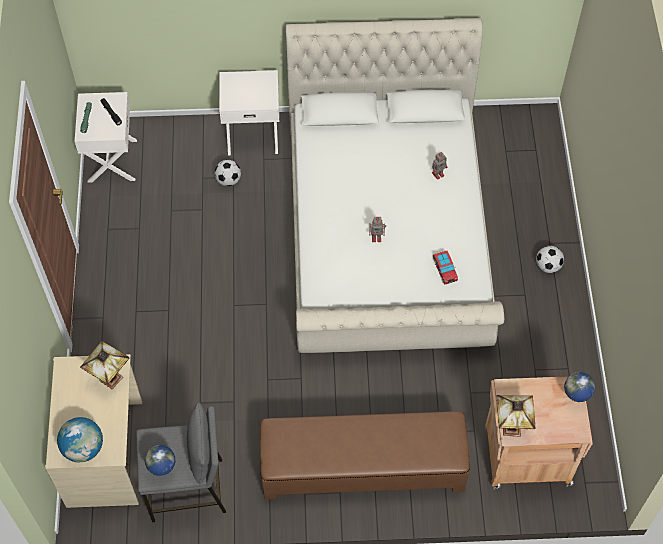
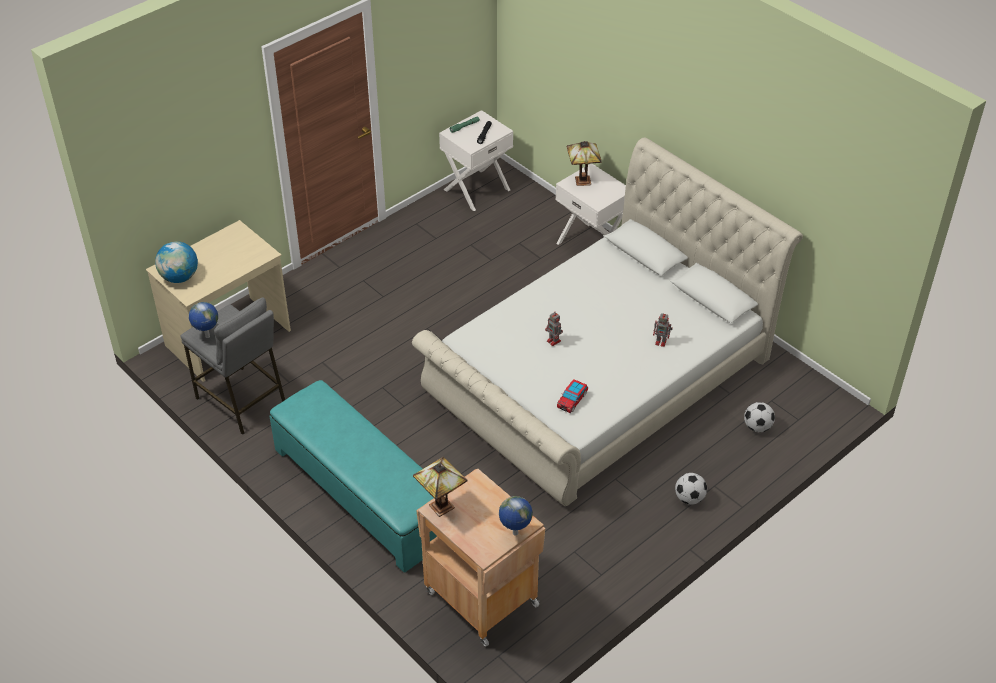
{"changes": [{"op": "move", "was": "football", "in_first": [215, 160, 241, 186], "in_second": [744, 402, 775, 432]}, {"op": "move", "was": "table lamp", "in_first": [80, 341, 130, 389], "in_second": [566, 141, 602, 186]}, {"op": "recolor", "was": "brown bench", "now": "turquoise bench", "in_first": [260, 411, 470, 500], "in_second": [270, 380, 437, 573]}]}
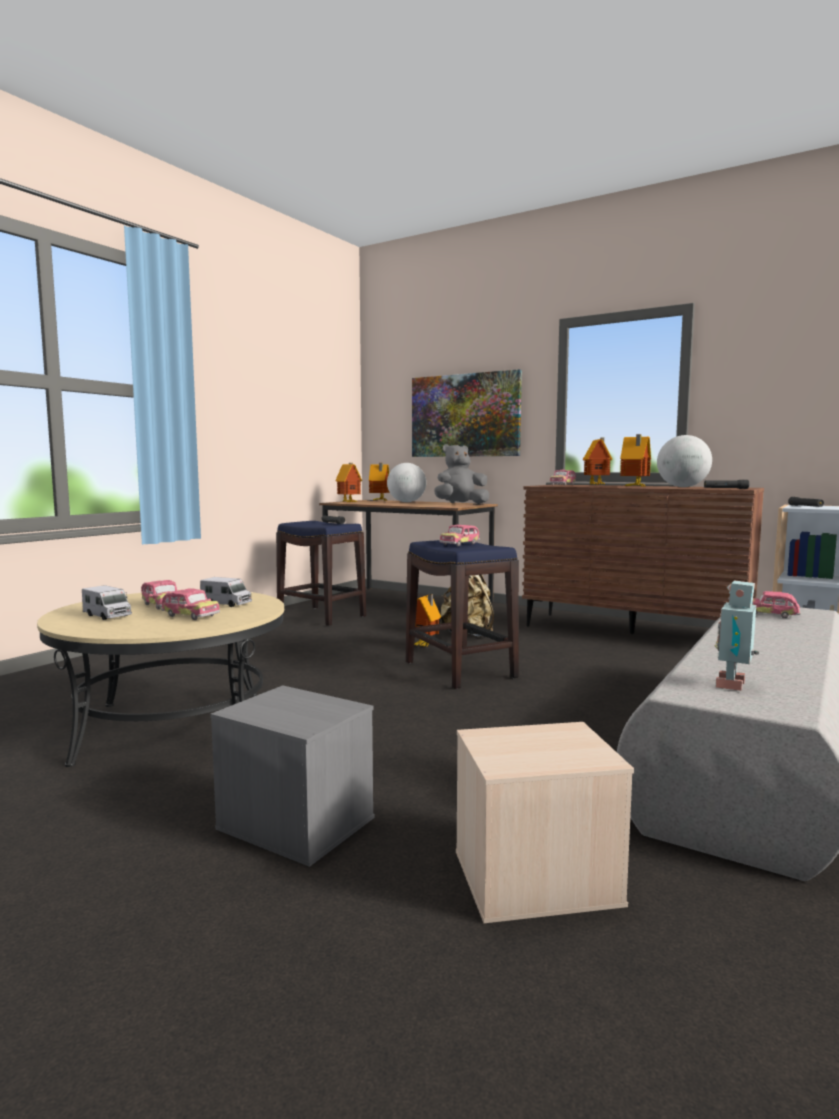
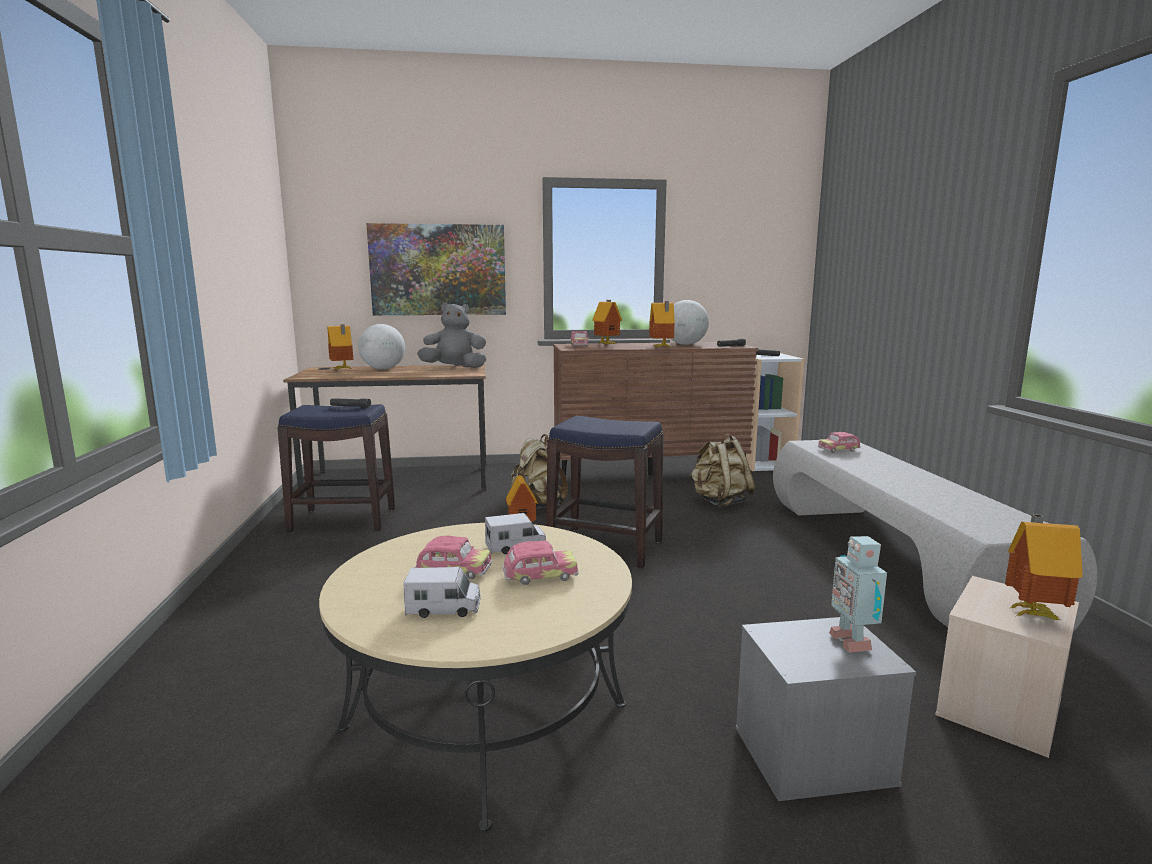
{"changes": [{"op": "rotate", "was": "grey plush toy", "in_first": [434, 444, 489, 504], "in_second": [417, 303, 486, 368], "clockwise": 60}, {"op": "move", "was": "toy house", "in_first": [335, 463, 362, 502], "in_second": [1005, 514, 1083, 620]}, {"op": "delete", "was": "toy car", "in_first": [440, 525, 480, 546]}, {"op": "move", "was": "toy robot", "in_first": [714, 580, 759, 691], "in_second": [829, 536, 887, 653]}, {"op": "insert", "now": "beige backpack", "in_second": [690, 434, 755, 507]}]}
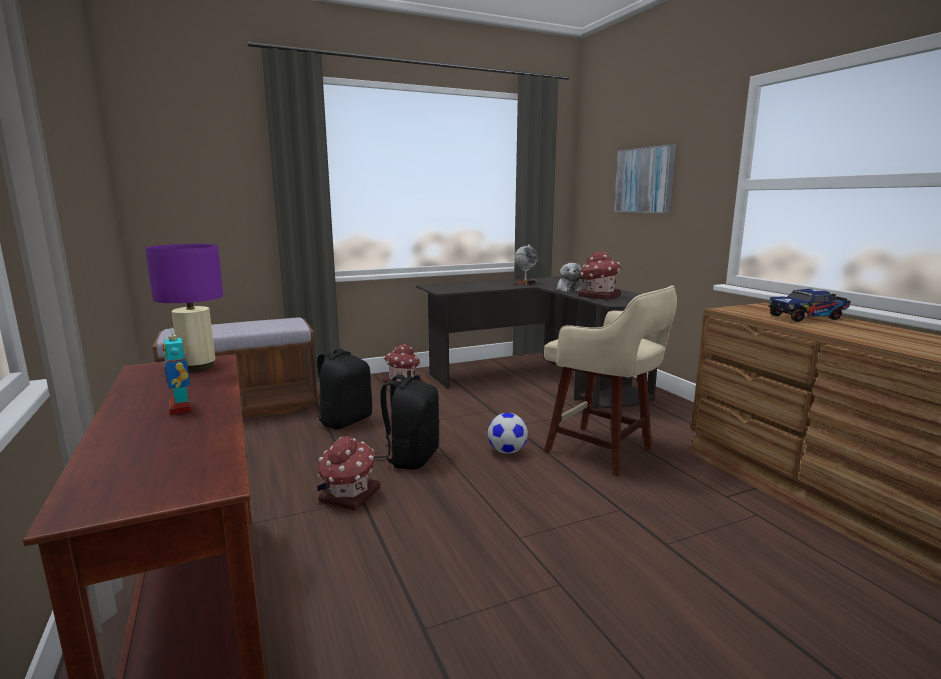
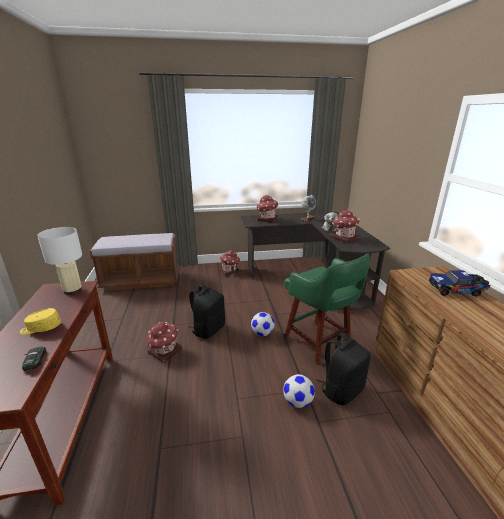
{"changes": [{"op": "delete", "was": "picture", "in_first": [614, 144, 676, 213]}, {"op": "recolor", "was": "purple table lamp", "now": "white table lamp", "in_first": [145, 244, 223, 372], "in_second": [37, 227, 82, 295]}, {"op": "recolor", "was": "beige stool", "now": "green stool", "in_first": [544, 286, 677, 476], "in_second": [284, 253, 370, 364]}, {"op": "replace", "was": "toy robot", "now": "yellow cap", "in_first": [163, 327, 191, 415], "in_second": [20, 308, 61, 335]}, {"op": "move", "was": "black backpack", "in_first": [316, 349, 372, 429], "in_second": [317, 333, 371, 405]}, {"op": "insert", "now": "toy house", "in_second": [256, 195, 279, 223]}, {"op": "insert", "now": "toy car", "in_second": [22, 347, 46, 371]}, {"op": "insert", "now": "football", "in_second": [283, 374, 315, 408]}]}
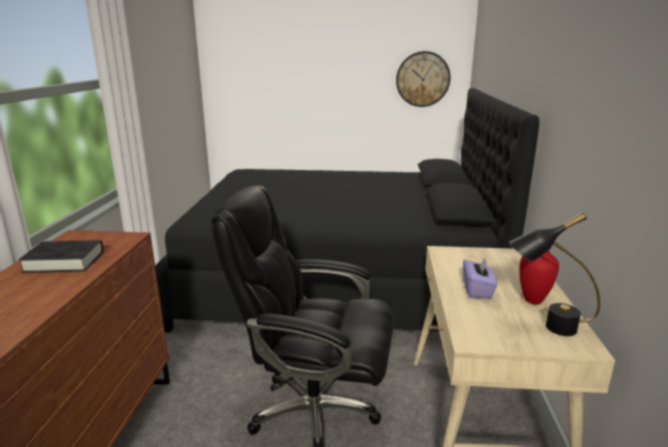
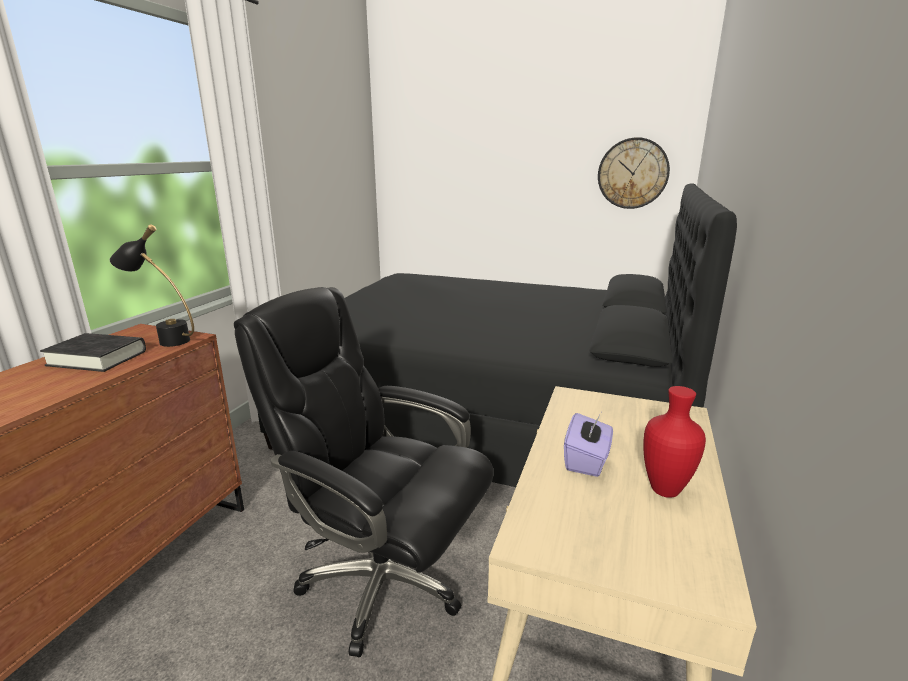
{"changes": [{"op": "move", "was": "black table lamp", "in_first": [509, 212, 600, 336], "in_second": [110, 224, 194, 347]}]}
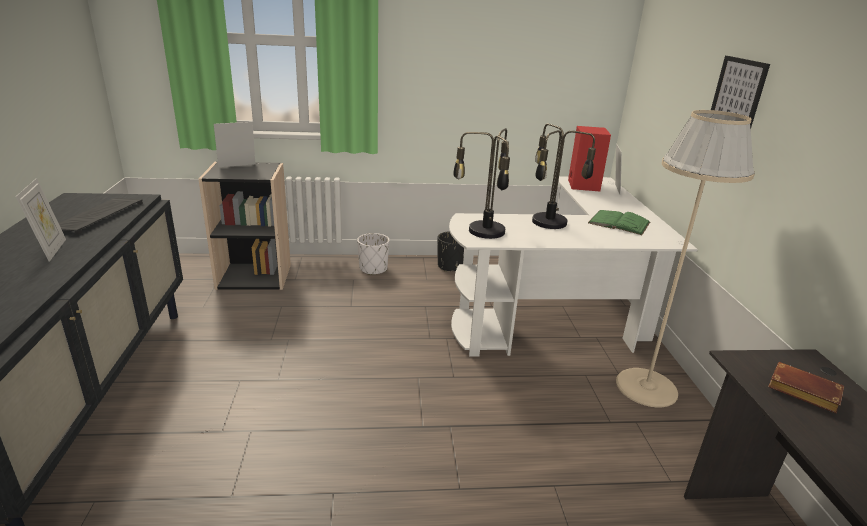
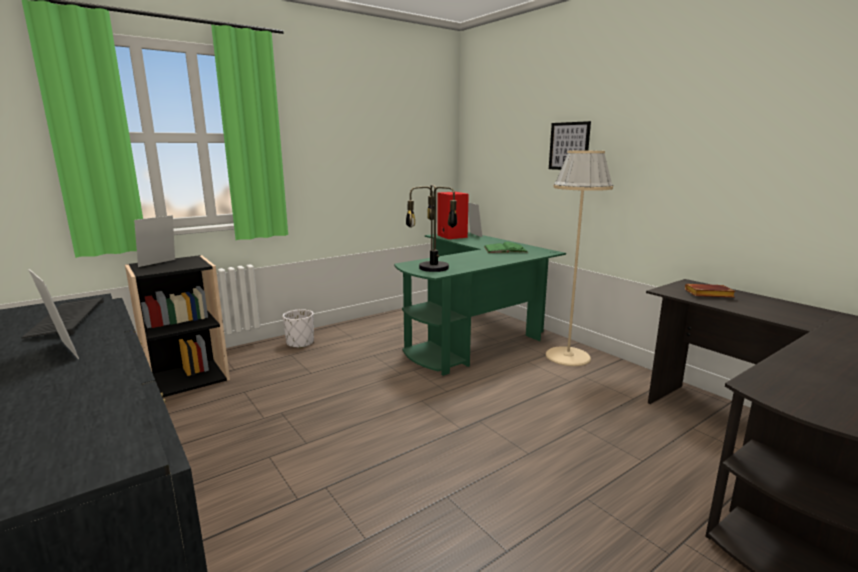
{"changes": [{"op": "delete", "was": "table lamp", "in_first": [532, 123, 596, 229]}, {"op": "recolor", "was": "white desk", "now": "green desk", "in_first": [449, 176, 698, 357], "in_second": [394, 232, 566, 376]}, {"op": "delete", "was": "black planter", "in_first": [437, 231, 464, 272]}]}
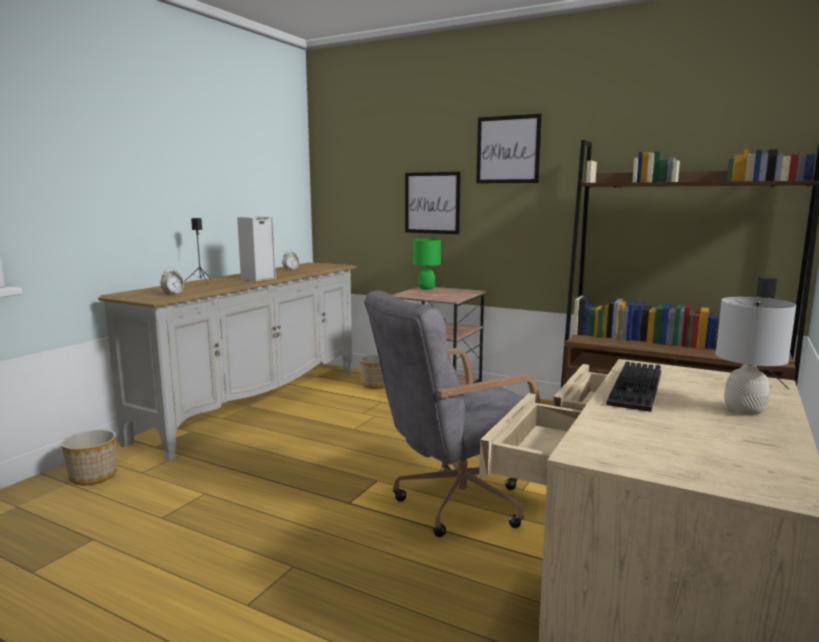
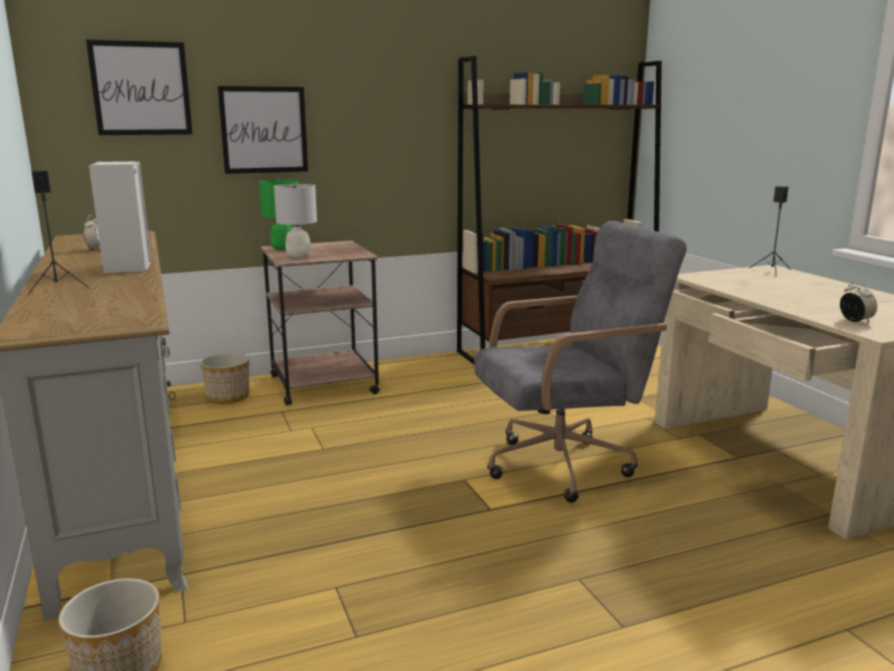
{"changes": [{"op": "move", "was": "picture", "in_first": [476, 114, 542, 184], "in_second": [86, 40, 192, 135]}, {"op": "move", "was": "alarm clock", "in_first": [160, 267, 184, 295], "in_second": [840, 281, 877, 323]}, {"op": "rotate", "was": "grey office chair", "in_first": [364, 290, 540, 537], "in_second": [474, 221, 687, 503], "clockwise": -120}, {"op": "move", "was": "grey table lamp", "in_first": [716, 297, 796, 415], "in_second": [274, 184, 317, 259]}, {"op": "delete", "was": "keyboard", "in_first": [606, 361, 661, 412]}]}
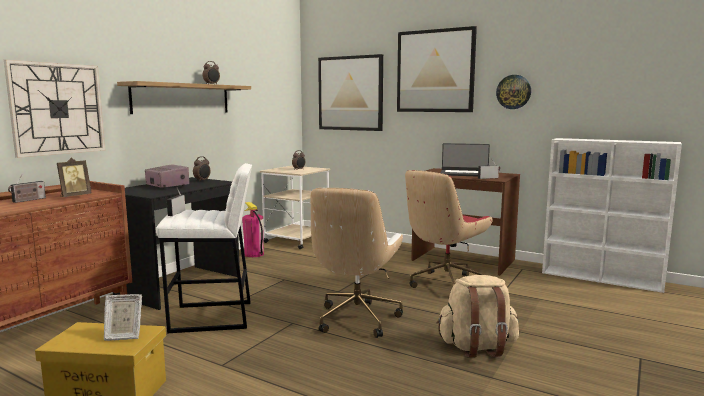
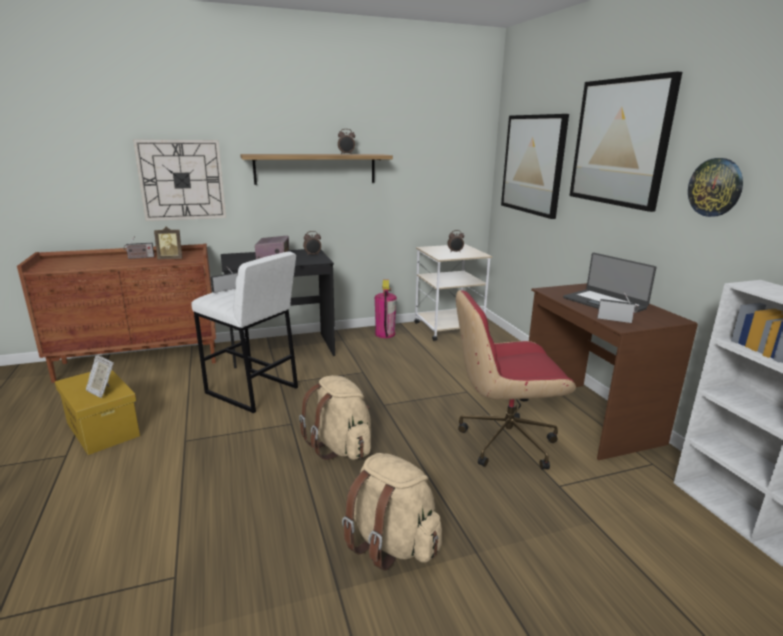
{"changes": [{"op": "replace", "was": "white office chair", "now": "beige backpack", "in_first": [310, 188, 403, 338], "in_second": [299, 375, 371, 460]}]}
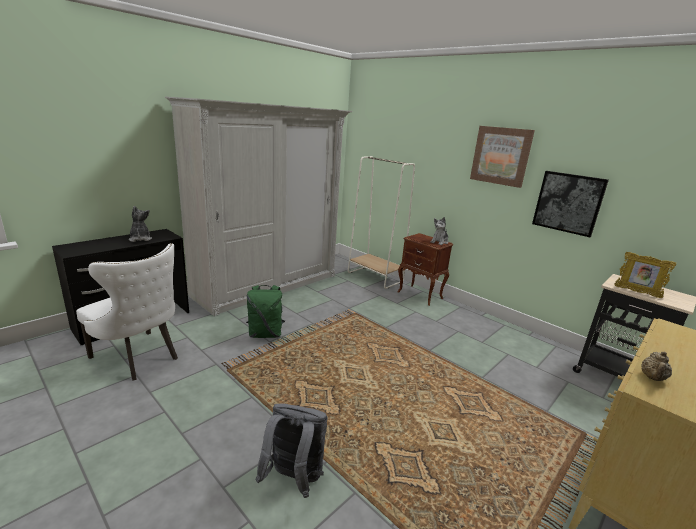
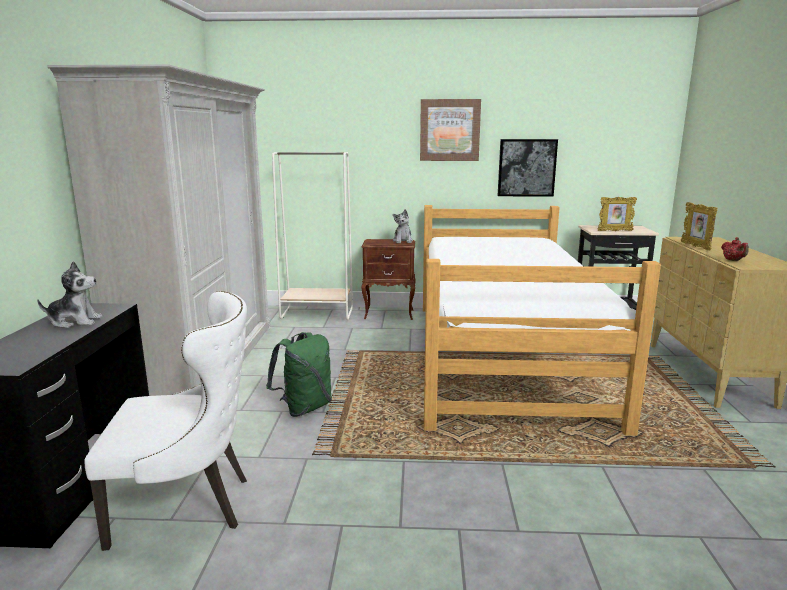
{"changes": [{"op": "rotate", "was": "plush toy", "in_first": [129, 206, 152, 242], "in_second": [37, 261, 102, 328], "clockwise": 150}, {"op": "recolor", "was": "beige teapot", "now": "red teapot", "in_first": [641, 351, 672, 381], "in_second": [721, 237, 749, 261]}, {"op": "delete", "was": "grey backpack", "in_first": [256, 403, 328, 498]}, {"op": "insert", "now": "picture frame", "in_second": [681, 202, 717, 250]}, {"op": "insert", "now": "bed", "in_second": [423, 205, 661, 436]}]}
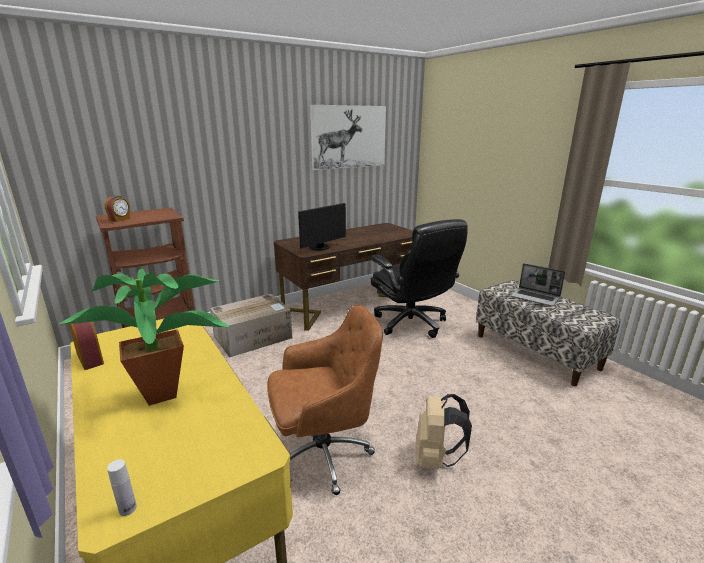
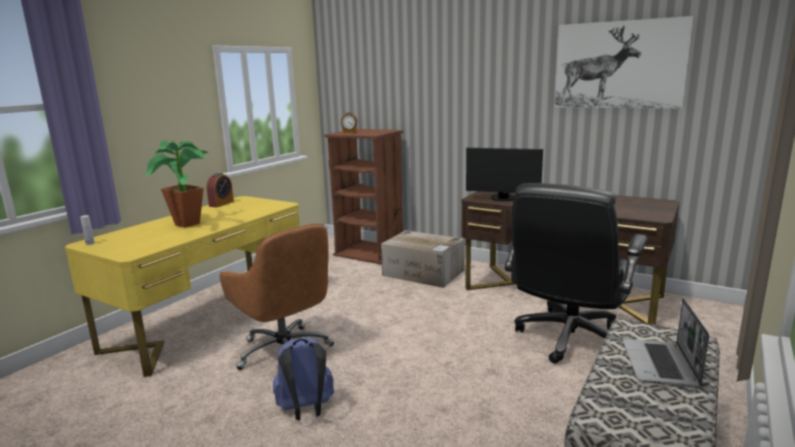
{"changes": [{"op": "recolor", "was": "beige backpack", "now": "blue backpack", "in_first": [416, 394, 472, 469], "in_second": [273, 337, 334, 420]}]}
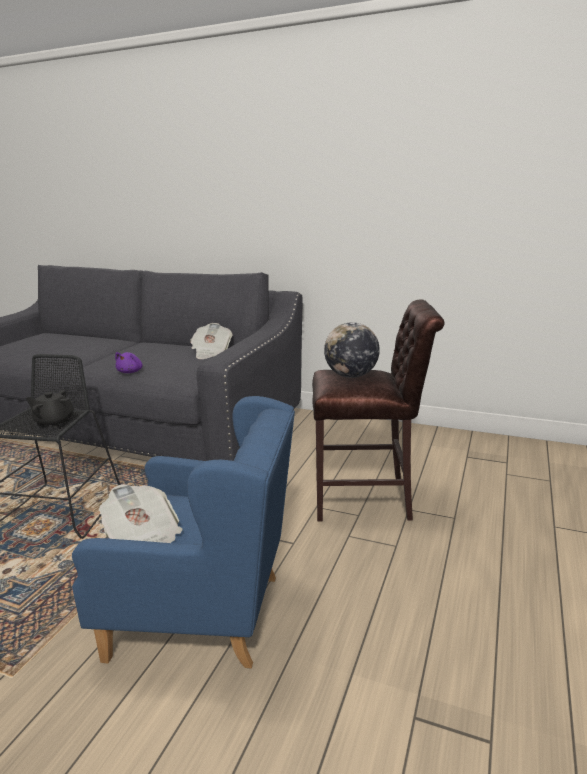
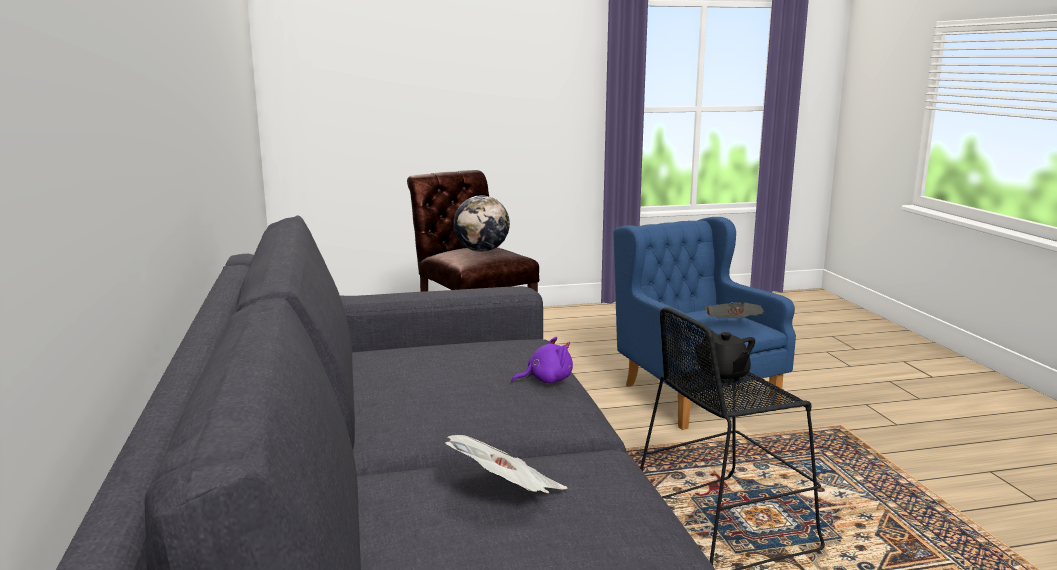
{"changes": [{"op": "move", "was": "newspaper", "in_first": [190, 323, 232, 359], "in_second": [445, 435, 567, 493]}]}
